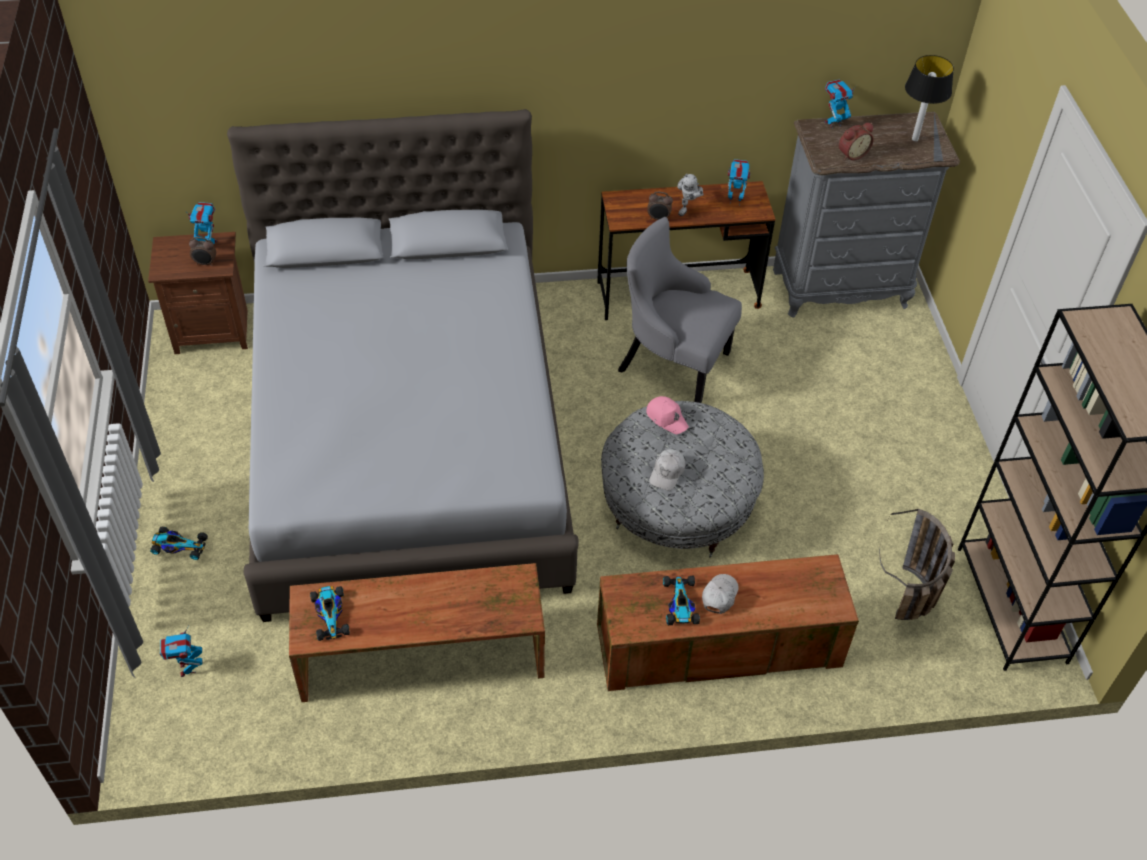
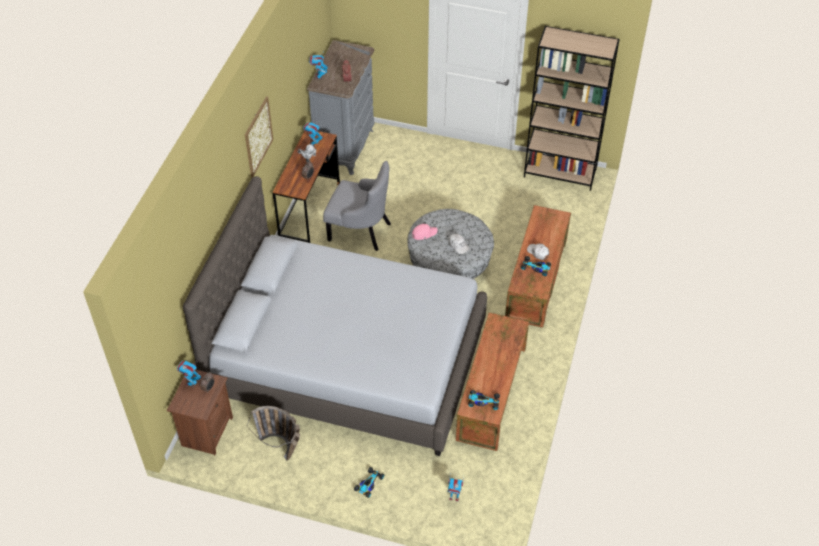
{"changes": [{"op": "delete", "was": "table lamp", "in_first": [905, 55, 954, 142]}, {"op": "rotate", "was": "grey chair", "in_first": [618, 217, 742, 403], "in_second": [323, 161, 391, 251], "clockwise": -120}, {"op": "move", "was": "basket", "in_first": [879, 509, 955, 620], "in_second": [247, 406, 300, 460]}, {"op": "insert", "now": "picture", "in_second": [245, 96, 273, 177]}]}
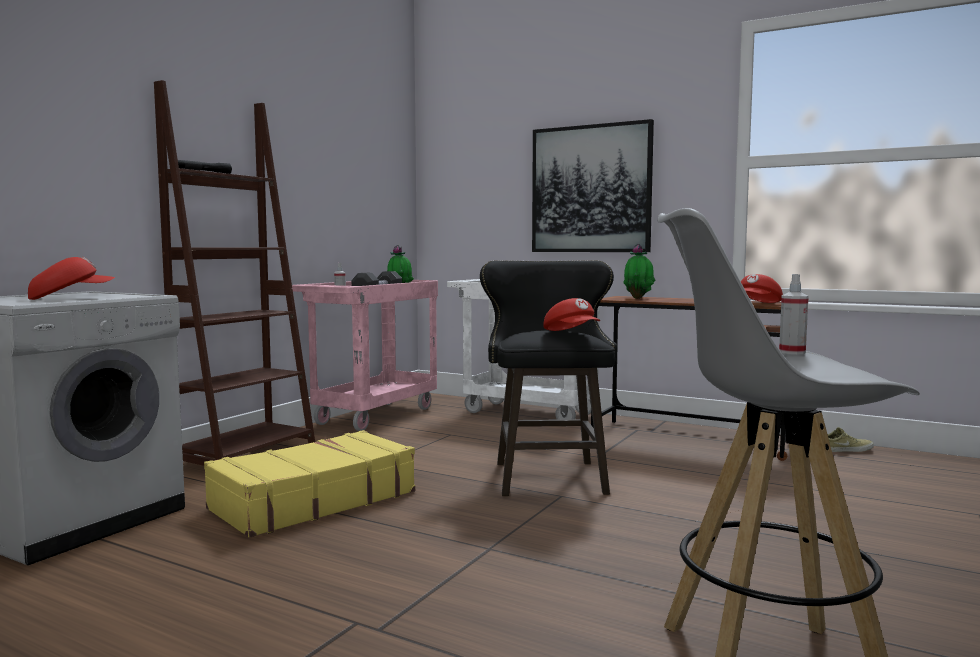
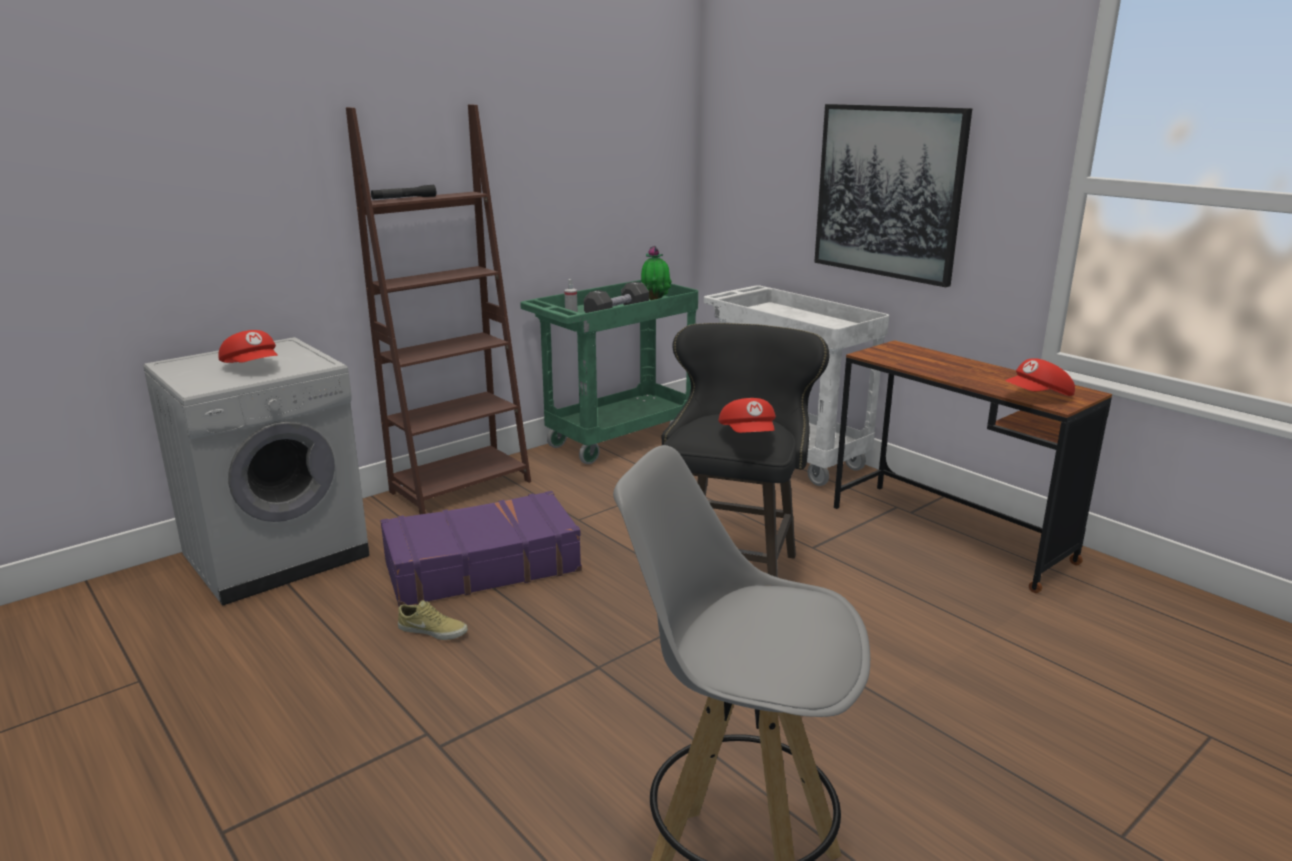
{"changes": [{"op": "delete", "was": "potted plant", "in_first": [624, 244, 655, 299]}, {"op": "rotate", "was": "red cap", "in_first": [28, 257, 115, 300], "in_second": [218, 330, 278, 363], "clockwise": 60}, {"op": "delete", "was": "spray bottle", "in_first": [779, 274, 809, 354]}, {"op": "recolor", "was": "pink cart", "now": "green cart", "in_first": [292, 280, 438, 431], "in_second": [520, 280, 698, 464]}, {"op": "move", "was": "beige shoe", "in_first": [828, 427, 874, 452], "in_second": [398, 600, 468, 640]}, {"op": "recolor", "was": "yellow suitcase", "now": "purple suitcase", "in_first": [204, 430, 415, 538], "in_second": [381, 491, 582, 606]}]}
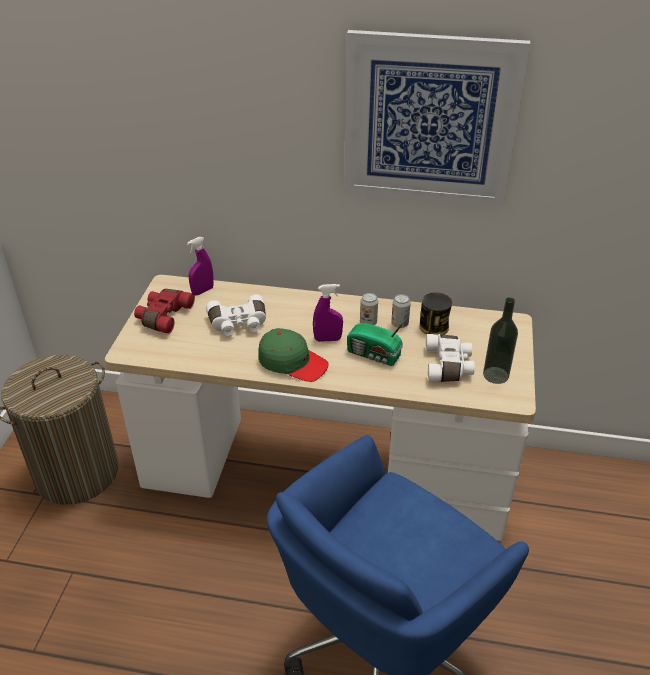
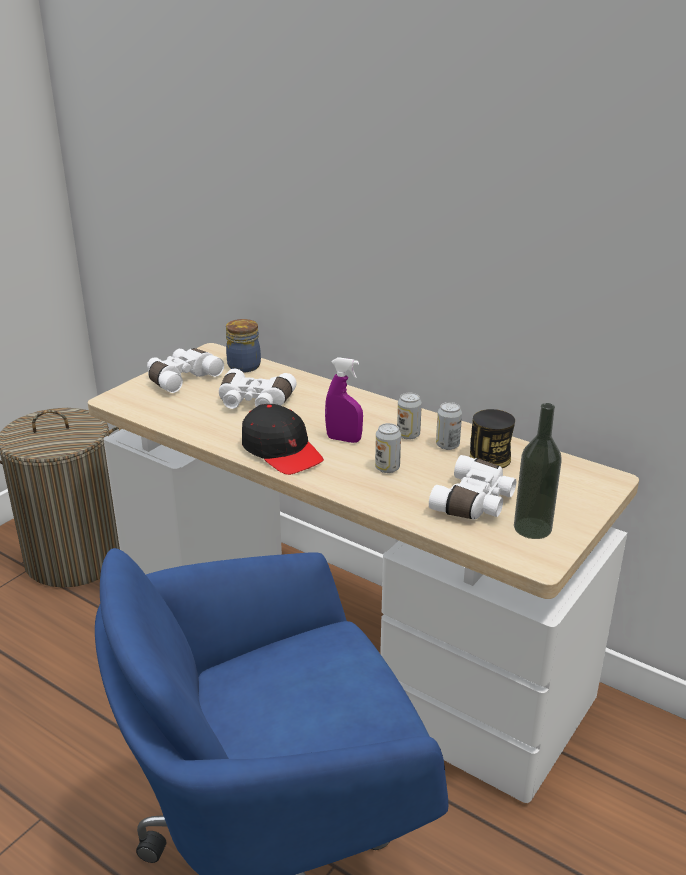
{"changes": [{"op": "delete", "was": "picture", "in_first": [344, 30, 530, 207]}, {"op": "replace", "was": "purple spray bottle", "now": "jar", "in_first": [187, 237, 214, 296], "in_second": [226, 319, 261, 373]}, {"op": "recolor", "was": "red binoculars", "now": "white binoculars", "in_first": [134, 289, 195, 334], "in_second": [147, 348, 224, 393]}, {"op": "replace", "was": "radio", "now": "can", "in_first": [347, 316, 409, 366], "in_second": [375, 423, 401, 473]}, {"op": "recolor", "was": "green cap", "now": "black cap", "in_first": [258, 328, 329, 382], "in_second": [242, 404, 324, 475]}]}
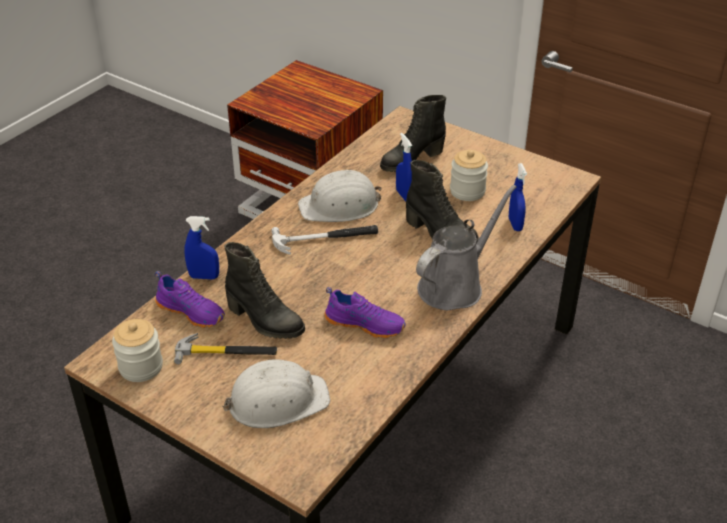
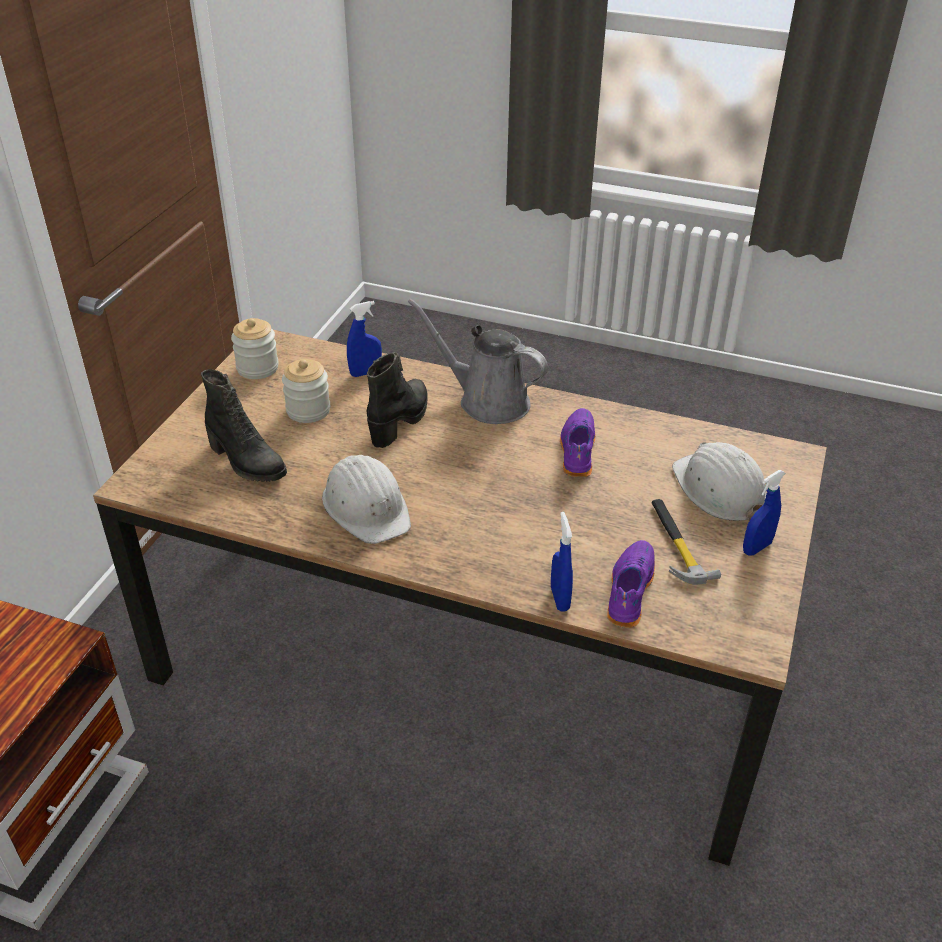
{"changes": [{"op": "move", "was": "blue spray bottle", "in_first": [396, 133, 412, 201], "in_second": [743, 470, 785, 556]}, {"op": "delete", "was": "hammer", "in_first": [271, 225, 378, 255]}, {"op": "delete", "was": "black boot", "in_first": [224, 242, 305, 339]}, {"op": "move", "was": "jar", "in_first": [112, 319, 163, 382], "in_second": [231, 318, 279, 379]}]}
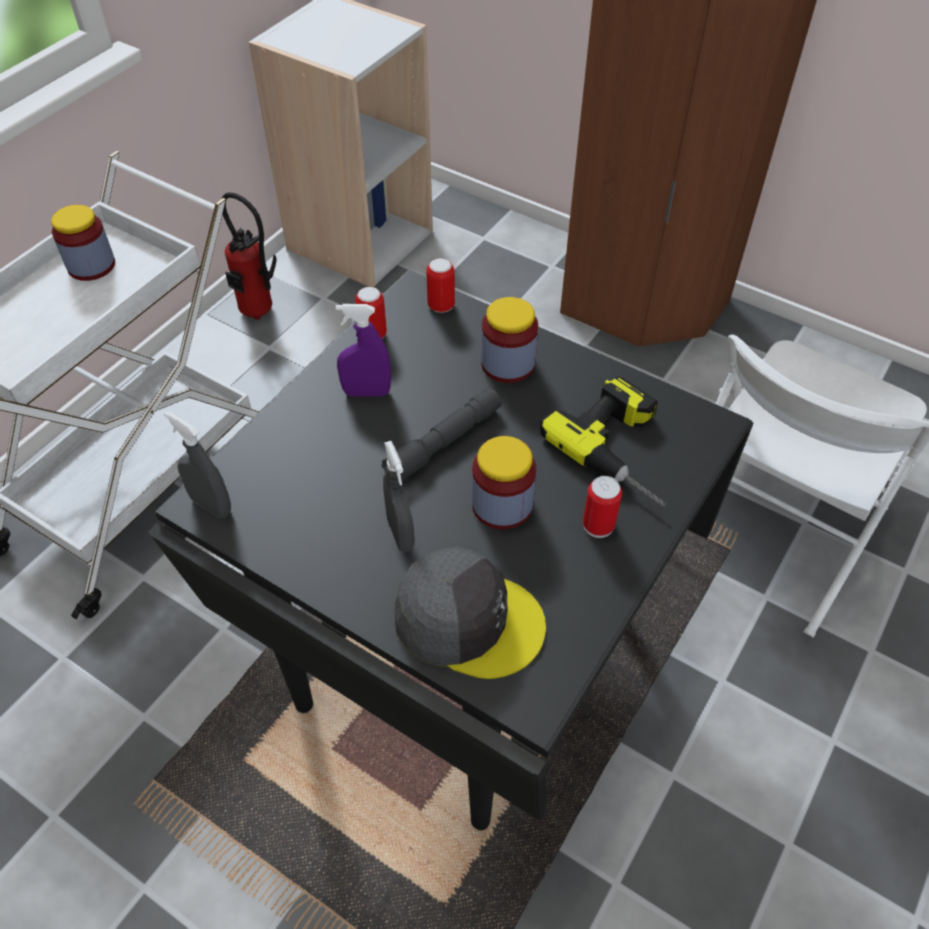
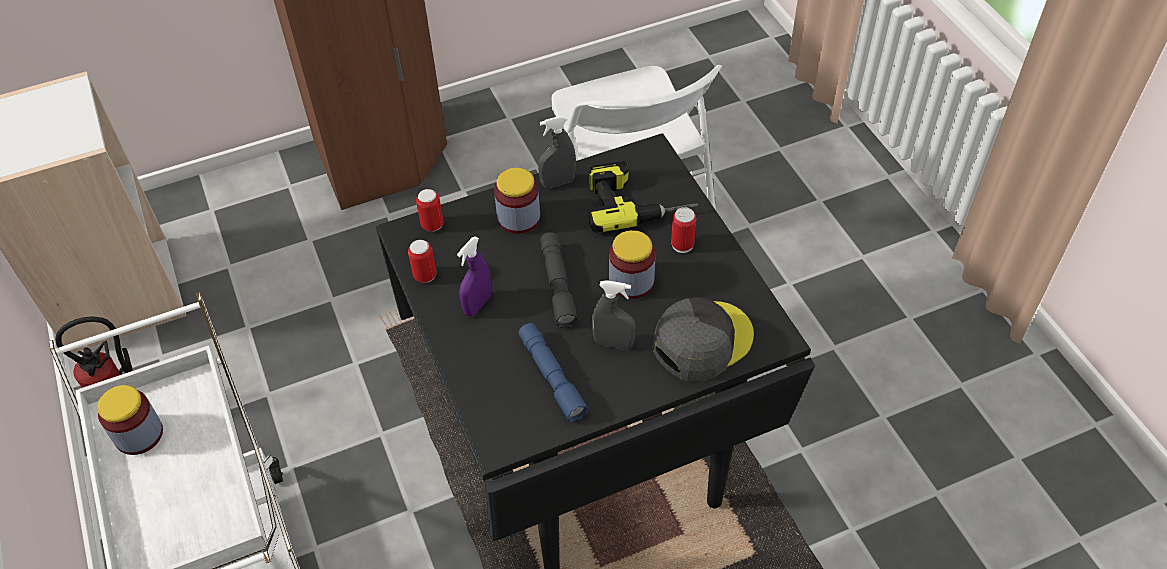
{"changes": [{"op": "move", "was": "grey spray bottle", "in_first": [164, 411, 231, 518], "in_second": [538, 116, 576, 188]}, {"op": "insert", "now": "blue flashlight", "in_second": [518, 323, 589, 422]}]}
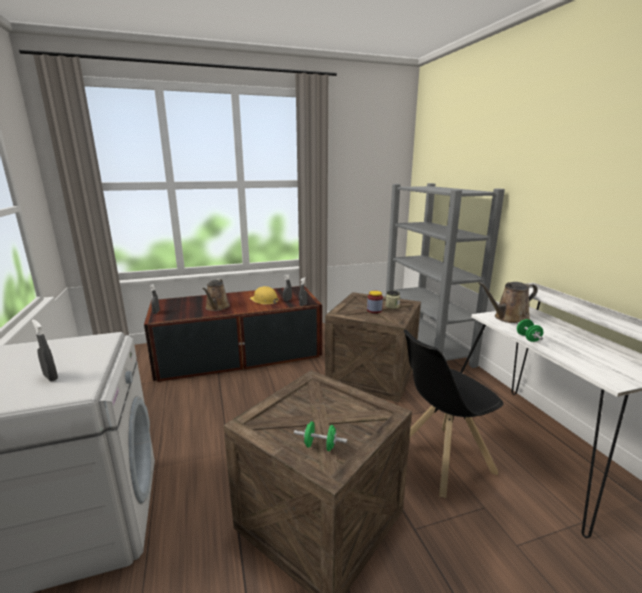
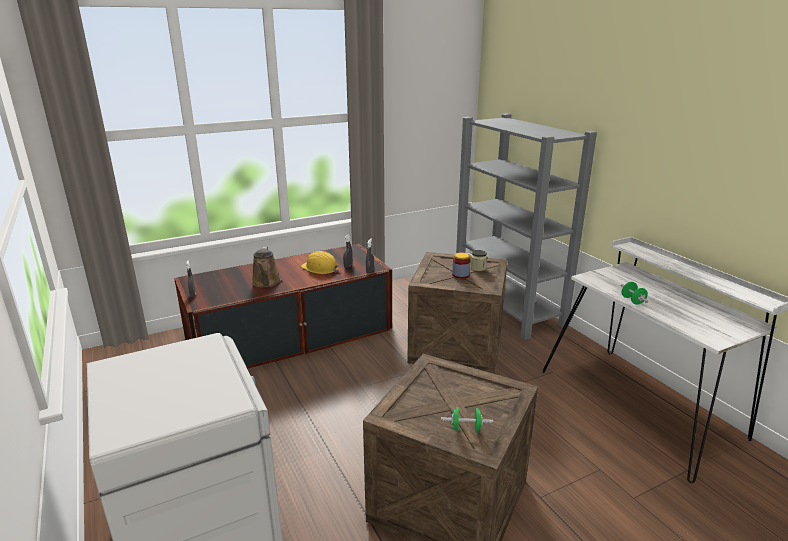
{"changes": [{"op": "delete", "was": "brown watering can", "in_first": [478, 282, 538, 323]}, {"op": "delete", "was": "grey spray bottle", "in_first": [32, 320, 58, 381]}, {"op": "delete", "was": "black chair", "in_first": [404, 330, 504, 498]}]}
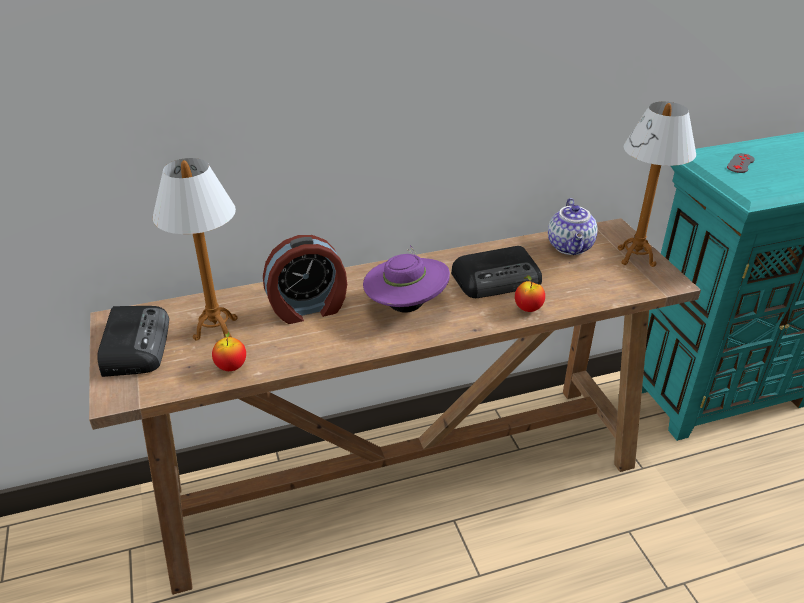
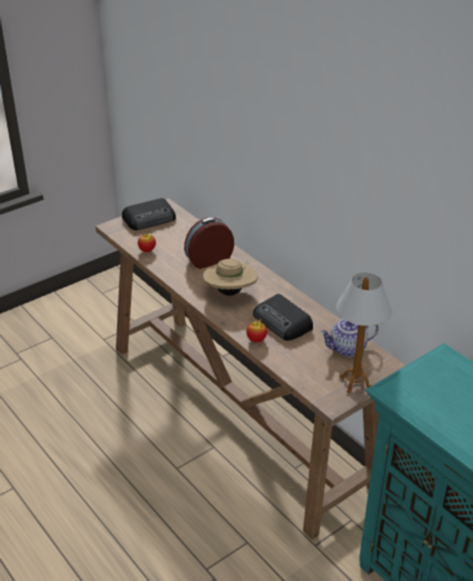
{"changes": [{"op": "delete", "was": "grey game controller", "in_first": [727, 154, 755, 173]}, {"op": "delete", "was": "table lamp", "in_first": [153, 158, 237, 341]}, {"op": "rotate", "was": "alarm clock", "in_first": [263, 235, 347, 324], "in_second": [184, 217, 234, 269], "clockwise": 105}, {"op": "recolor", "was": "purple hat", "now": "beige hat", "in_first": [363, 245, 450, 313], "in_second": [203, 259, 258, 296]}]}
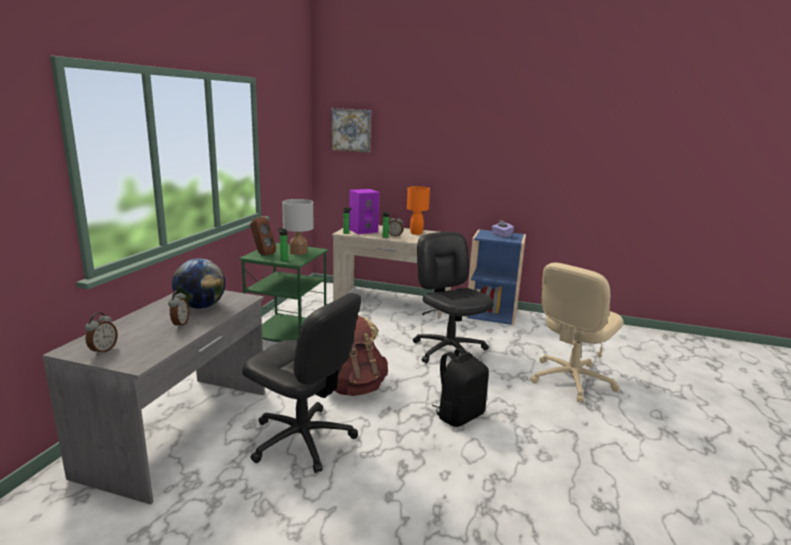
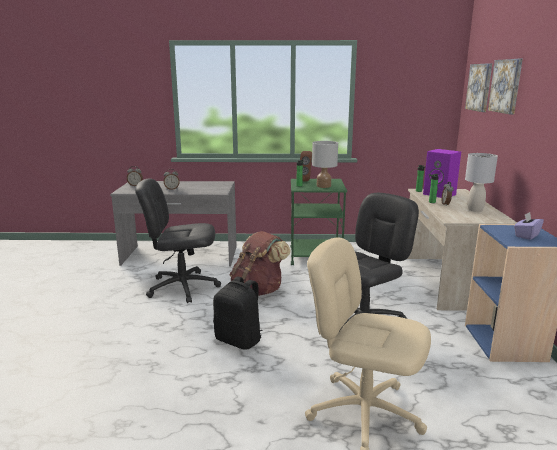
{"changes": [{"op": "recolor", "was": "orange table lamp", "now": "grey table lamp", "in_first": [407, 186, 430, 235], "in_second": [465, 153, 498, 212]}, {"op": "delete", "was": "globe", "in_first": [172, 258, 225, 309]}, {"op": "rotate", "was": "black office chair", "in_first": [242, 293, 362, 473], "in_second": [135, 179, 221, 303], "clockwise": 75}, {"op": "insert", "now": "picture", "in_second": [488, 59, 523, 114]}]}
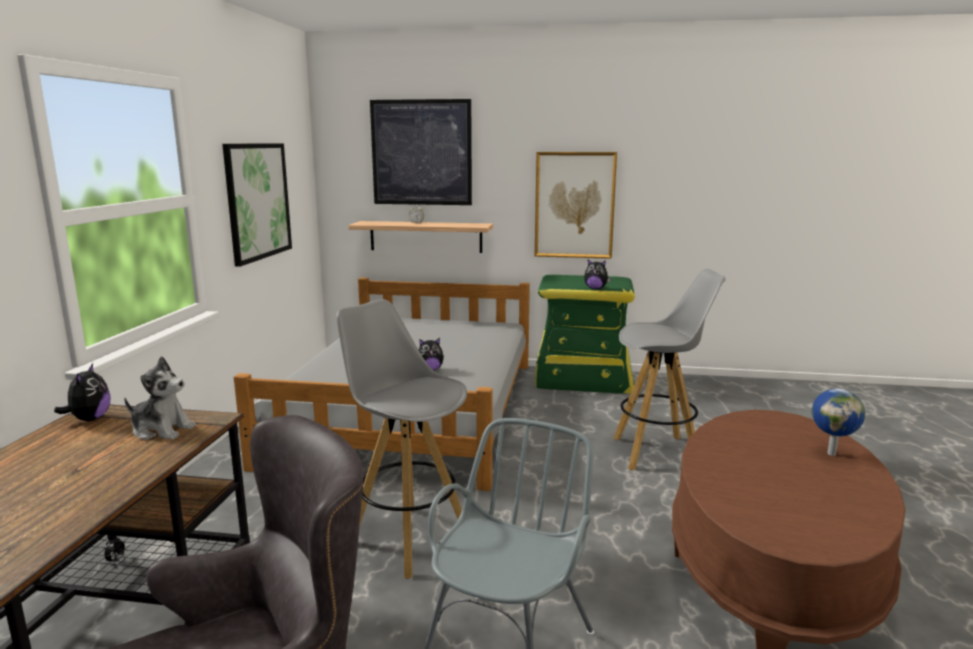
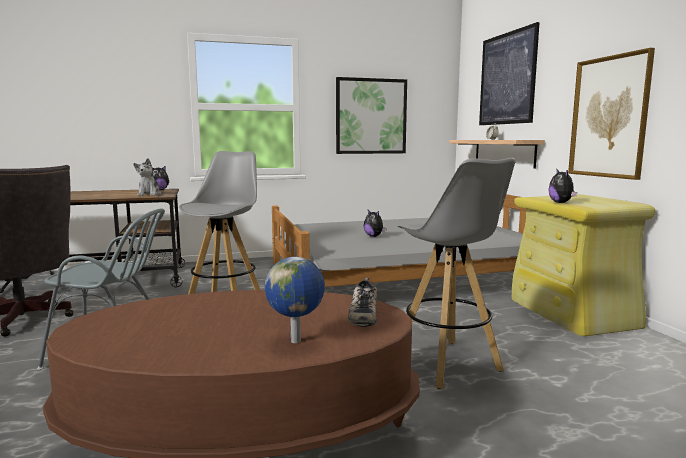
{"changes": [{"op": "recolor", "was": "green nightstand", "now": "yellow nightstand", "in_first": [535, 275, 635, 394], "in_second": [512, 194, 655, 336]}, {"op": "insert", "now": "shoe", "in_second": [348, 278, 377, 327]}]}
